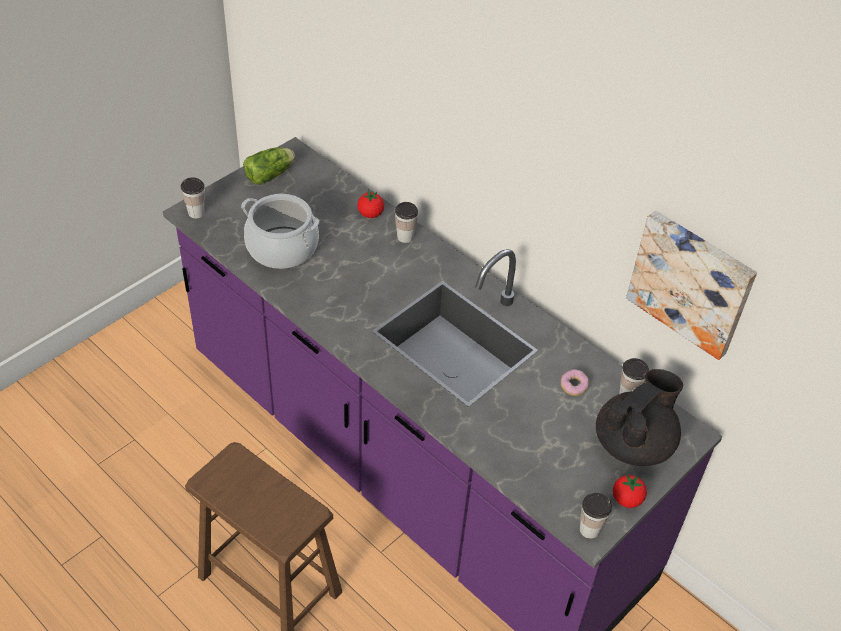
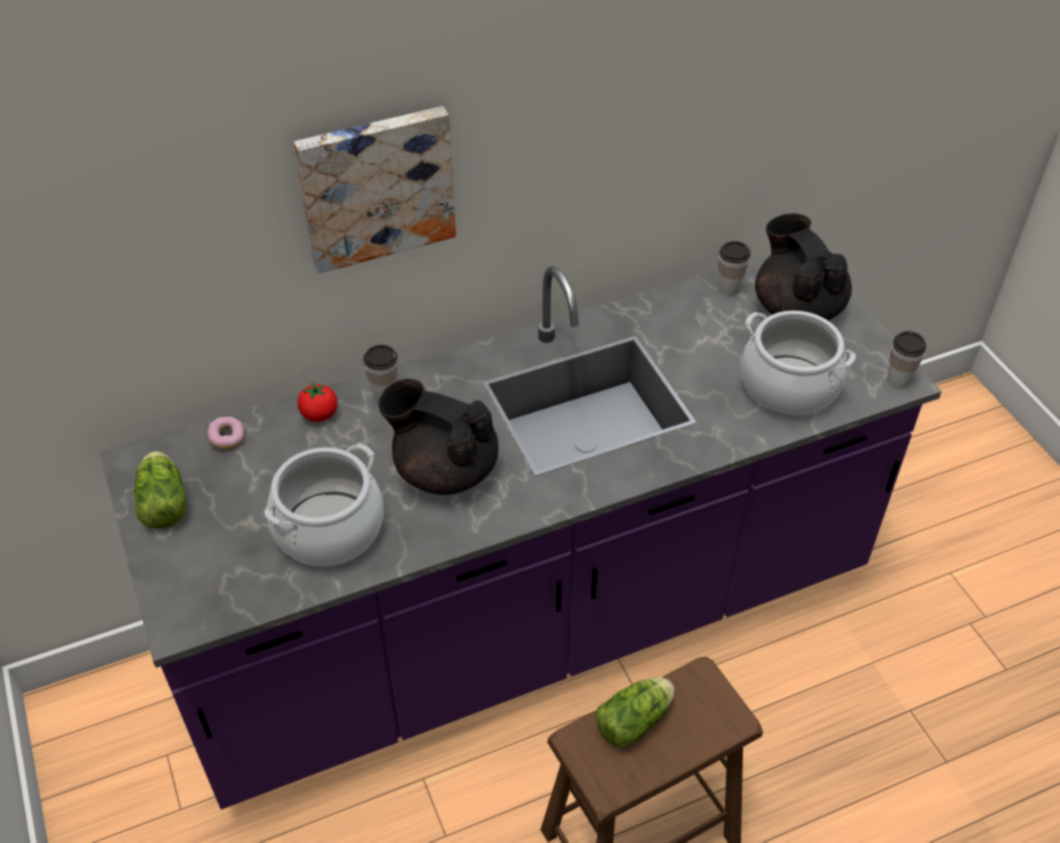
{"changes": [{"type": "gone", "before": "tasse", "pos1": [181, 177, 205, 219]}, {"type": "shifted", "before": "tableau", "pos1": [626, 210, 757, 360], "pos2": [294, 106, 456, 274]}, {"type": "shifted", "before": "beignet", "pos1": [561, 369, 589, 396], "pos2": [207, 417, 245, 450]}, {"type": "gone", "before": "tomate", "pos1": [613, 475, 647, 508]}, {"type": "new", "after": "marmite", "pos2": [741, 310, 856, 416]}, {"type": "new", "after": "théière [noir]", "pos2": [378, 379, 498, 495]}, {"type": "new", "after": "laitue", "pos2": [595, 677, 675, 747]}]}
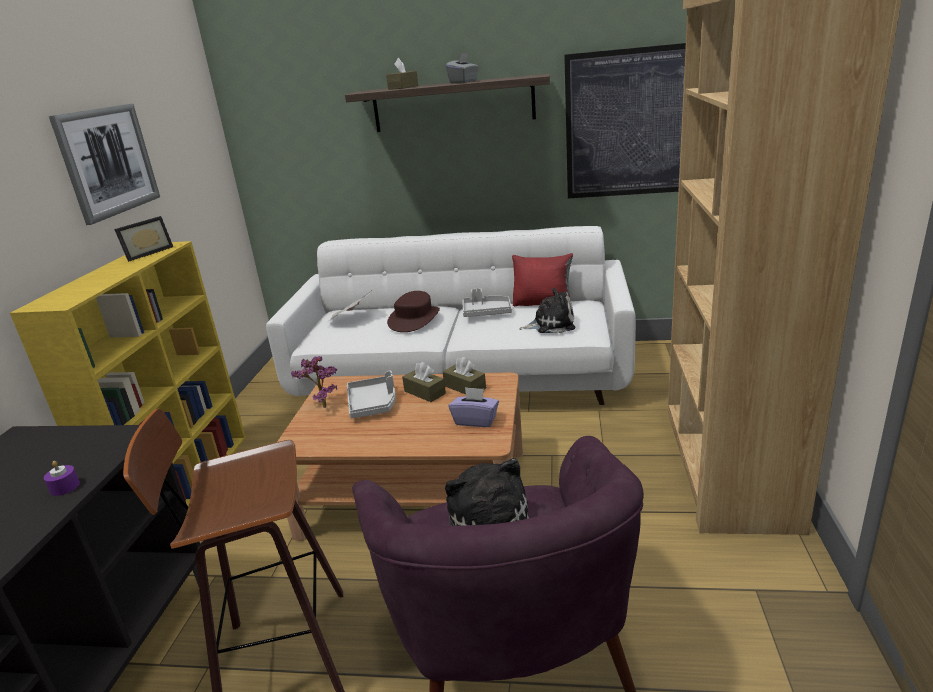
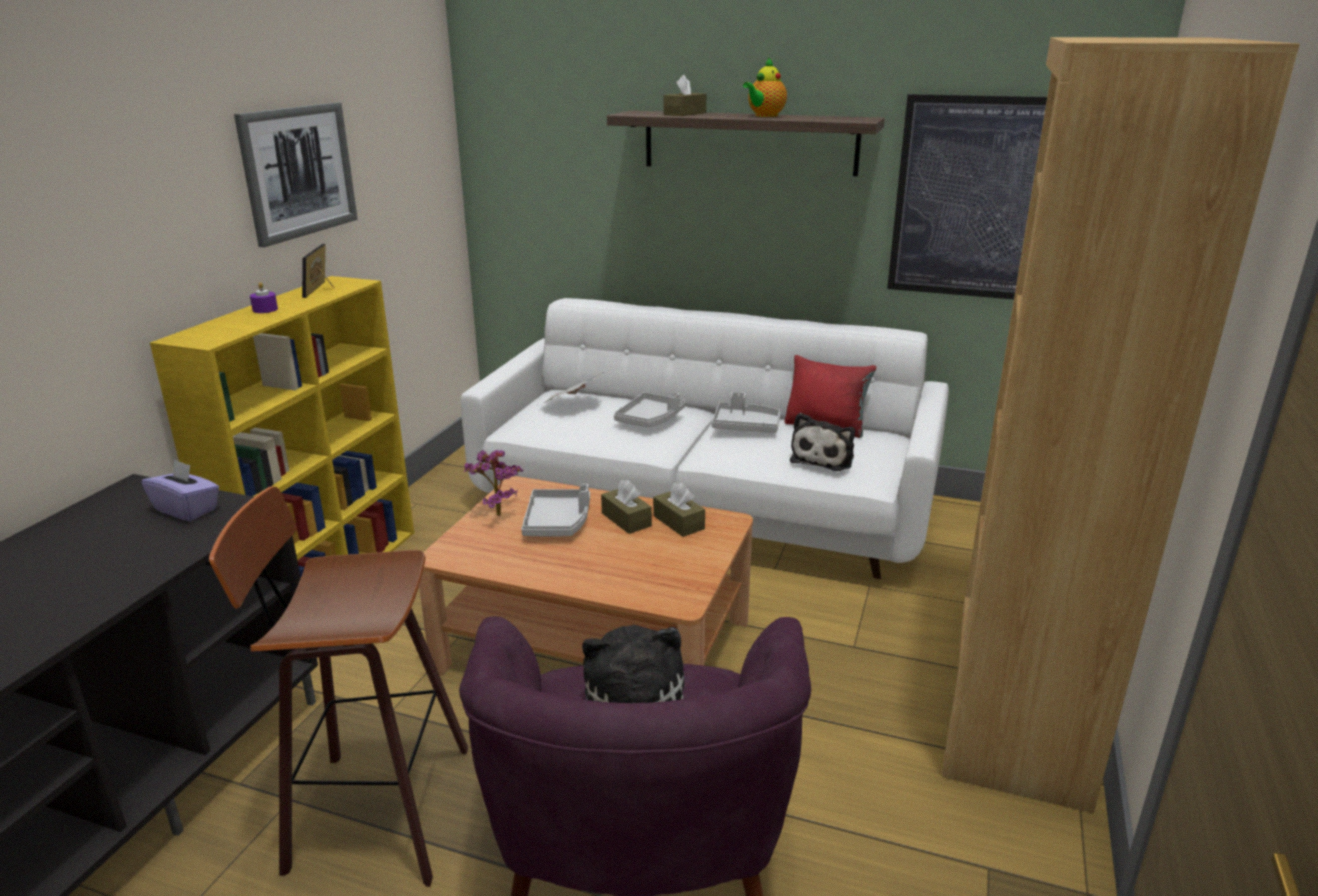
{"changes": [{"type": "swapped", "before": "boîte à mouchoirs [gris]", "after": "théière", "pos1": [445, 53, 479, 83], "pos2": [743, 57, 787, 117]}, {"type": "rotated", "before": "cadre photo", "pos1": [114, 216, 173, 262], "pos2": [302, 244, 334, 298], "turn": 135}, {"type": "rotated", "before": "peluche", "pos1": [519, 288, 575, 333], "pos2": [790, 413, 855, 471], "turn": 105}, {"type": "swapped", "before": "chapeau [marron]", "after": "plateau [gris]", "pos1": [387, 291, 440, 332], "pos2": [614, 392, 685, 427]}, {"type": "shifted", "before": "boîte à mouchoirs [violet]", "pos1": [449, 387, 499, 427], "pos2": [142, 459, 219, 521]}, {"type": "shifted", "before": "bougie [violet]", "pos1": [44, 461, 80, 496], "pos2": [250, 282, 278, 313]}]}
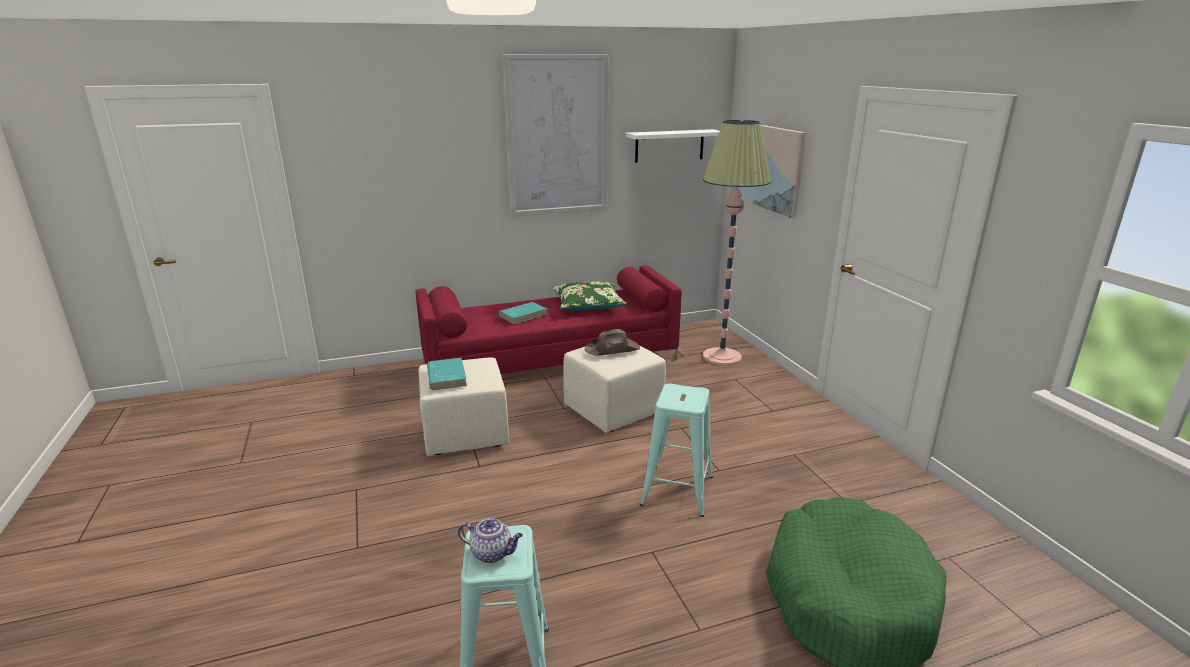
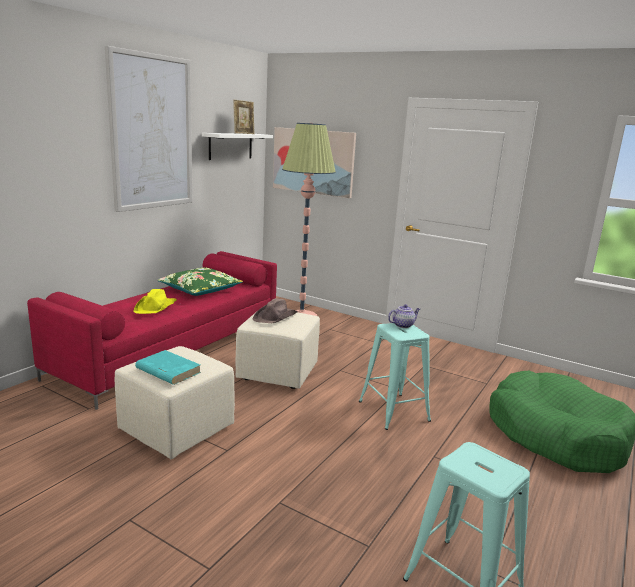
{"changes": [{"type": "swapped", "before": "livre [turquoise]", "after": "chapeau [jaune]", "pos1": [498, 302, 548, 324], "pos2": [134, 289, 177, 314]}, {"type": "shifted", "before": "théière", "pos1": [458, 518, 523, 563], "pos2": [388, 304, 420, 328]}, {"type": "new", "after": "cadre photo", "pos2": [233, 100, 254, 134]}]}
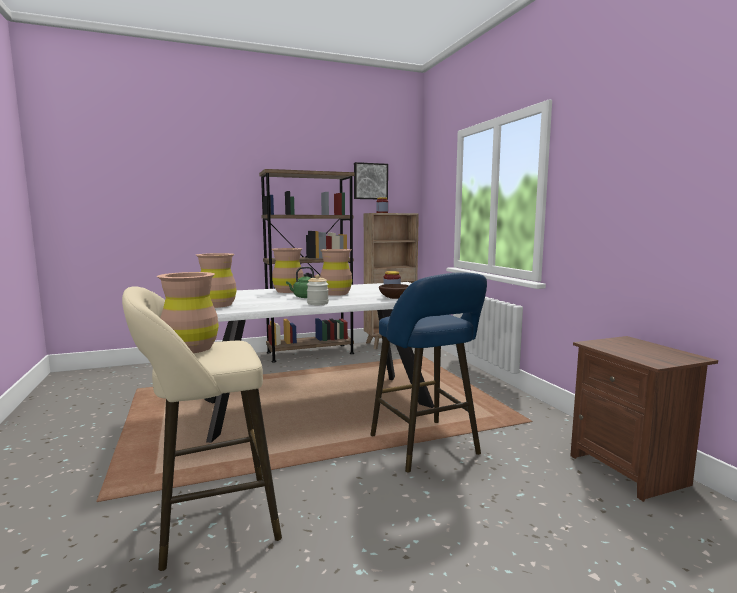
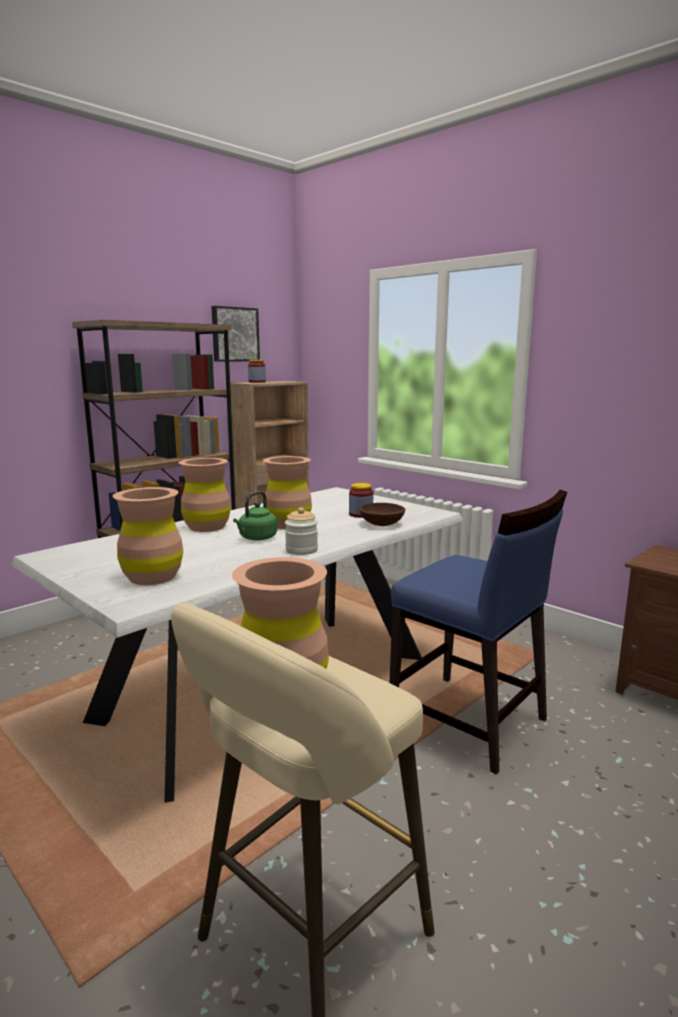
{"changes": [{"type": "swapped", "before": "tabouret [bleu]", "after": "chaise [bleu]", "pos1": [370, 272, 487, 473], "pos2": [390, 490, 567, 775]}]}
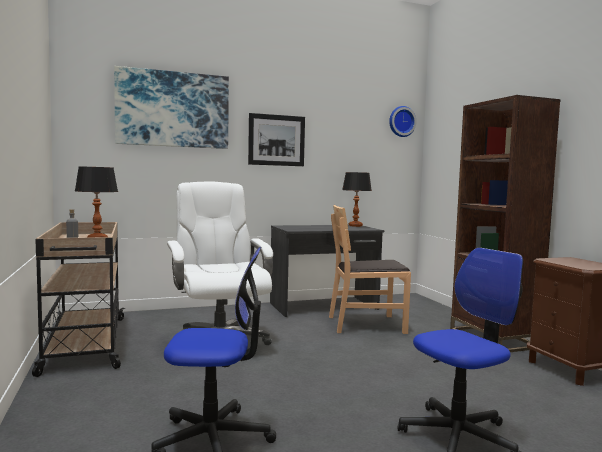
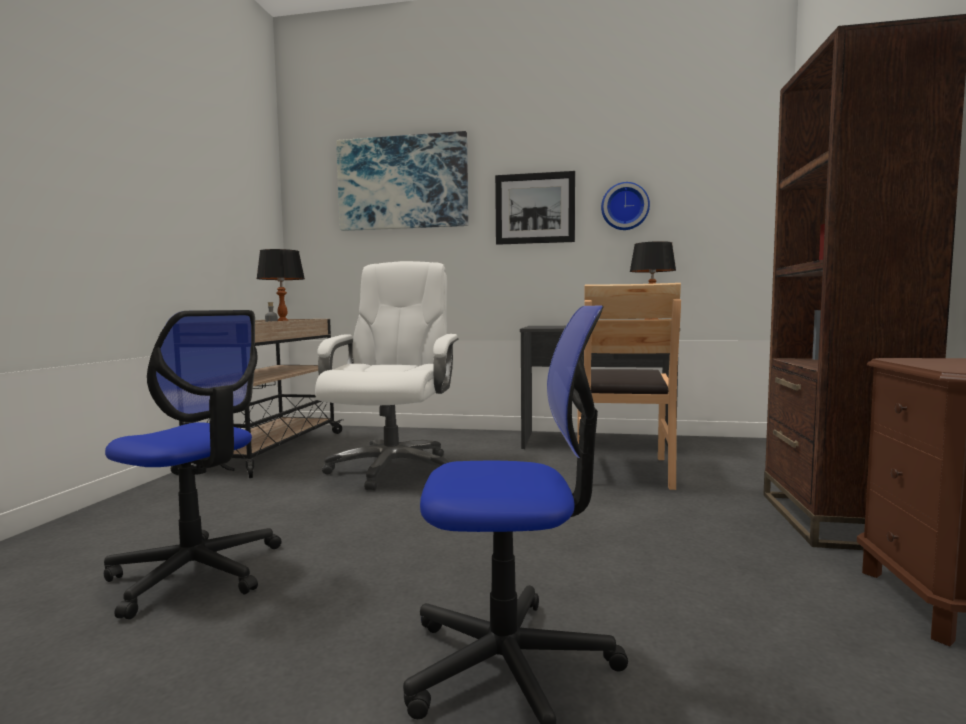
{"changes": [{"type": "shifted", "before": "horloge murale", "pos1": [389, 106, 417, 137], "pos2": [601, 182, 650, 230]}, {"type": "rotated", "before": "chaise [marron]", "pos1": [329, 205, 411, 334], "pos2": [577, 283, 681, 490], "turn": -105}]}
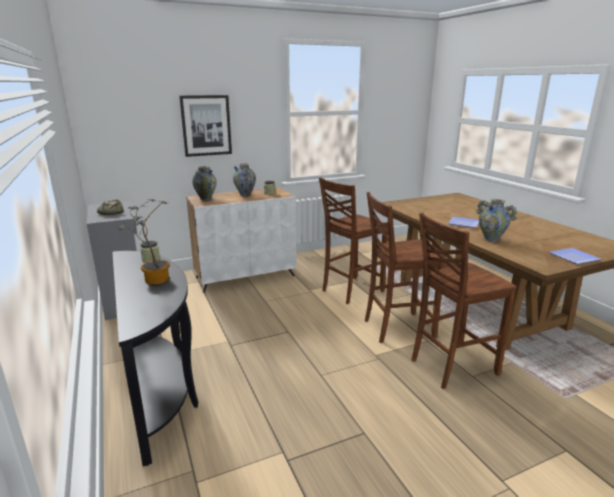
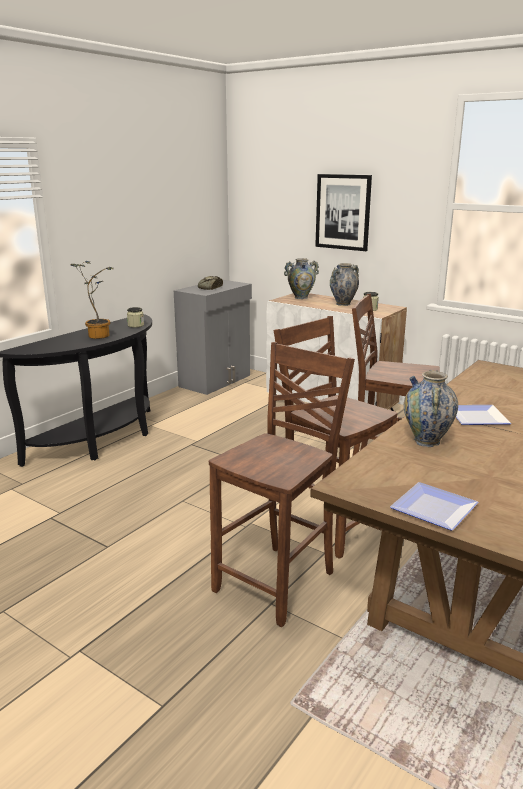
{"changes": [{"type": "rotated", "before": "chaise [marron]", "pos1": [412, 213, 517, 389], "pos2": [209, 342, 355, 627], "turn": 90}]}
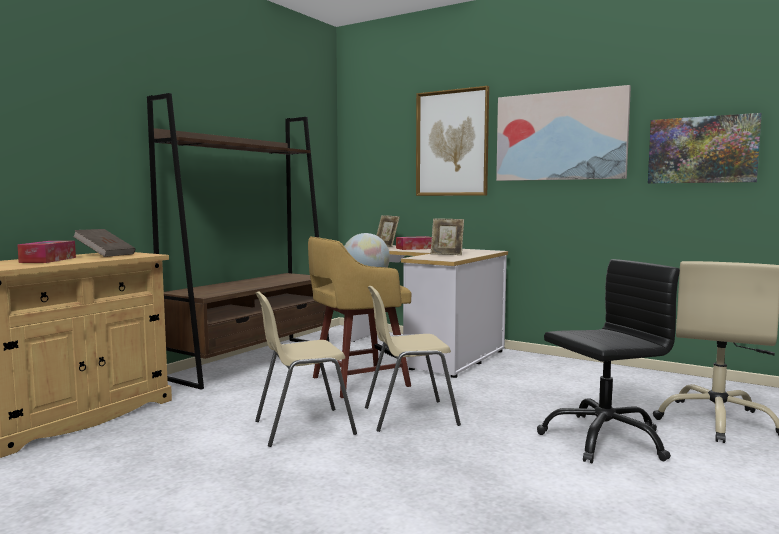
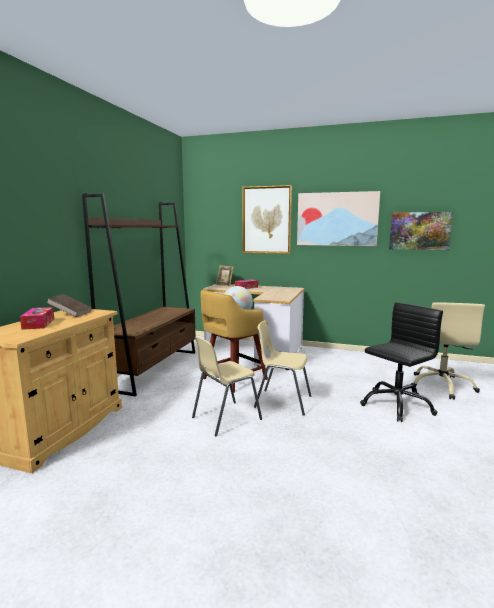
{"changes": [{"type": "gone", "before": "cadre photo", "pos1": [431, 218, 464, 255]}, {"type": "rotated", "before": "chaise [beige]", "pos1": [365, 286, 461, 432], "pos2": [254, 321, 311, 416], "turn": 45}]}
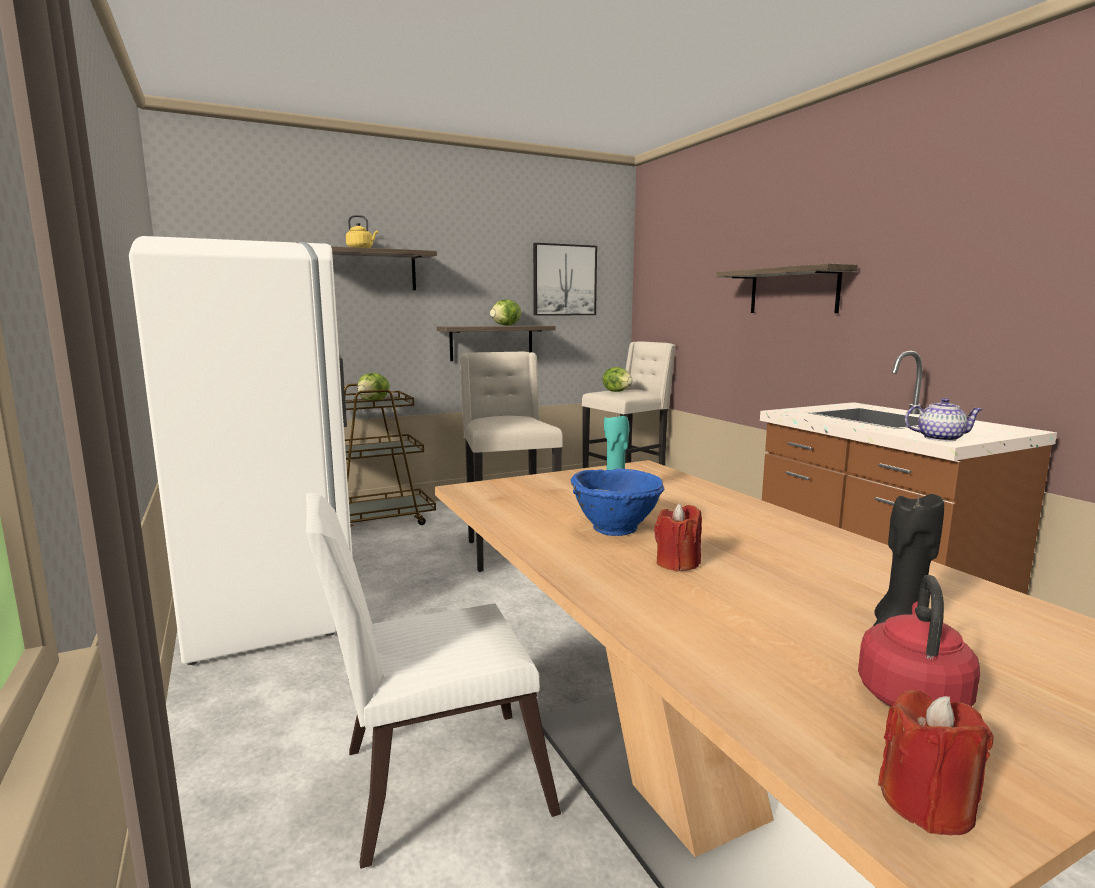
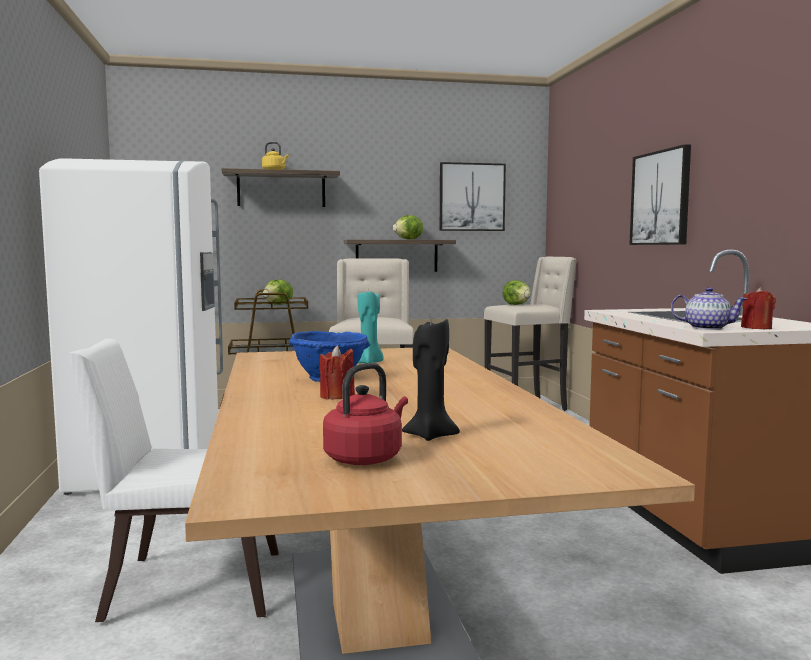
{"changes": [{"type": "swapped", "before": "étagère", "after": "tableau", "pos1": [716, 263, 858, 313], "pos2": [629, 144, 691, 245]}, {"type": "shifted", "before": "bougie [rouge]", "pos1": [878, 690, 994, 835], "pos2": [741, 287, 776, 329]}]}
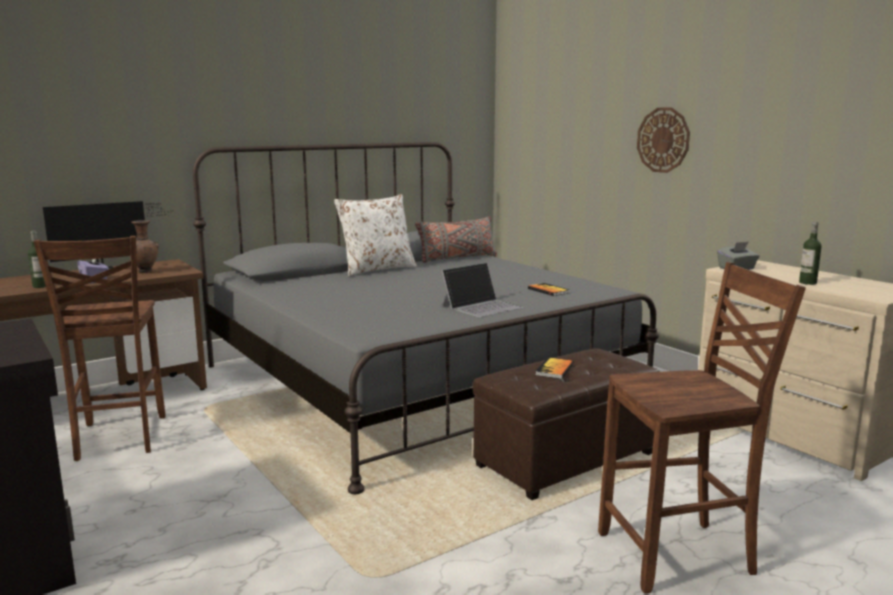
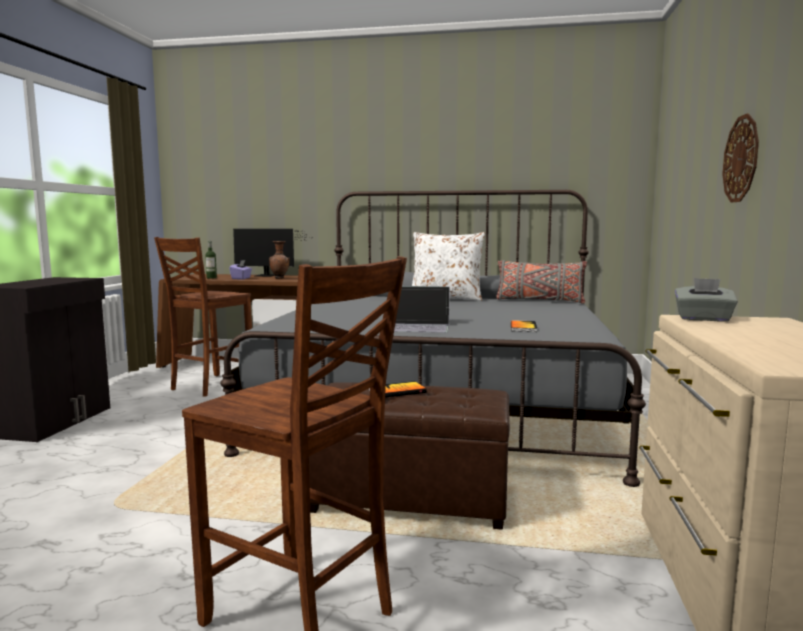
{"changes": [{"type": "gone", "before": "bouteille", "pos1": [799, 221, 822, 285]}]}
